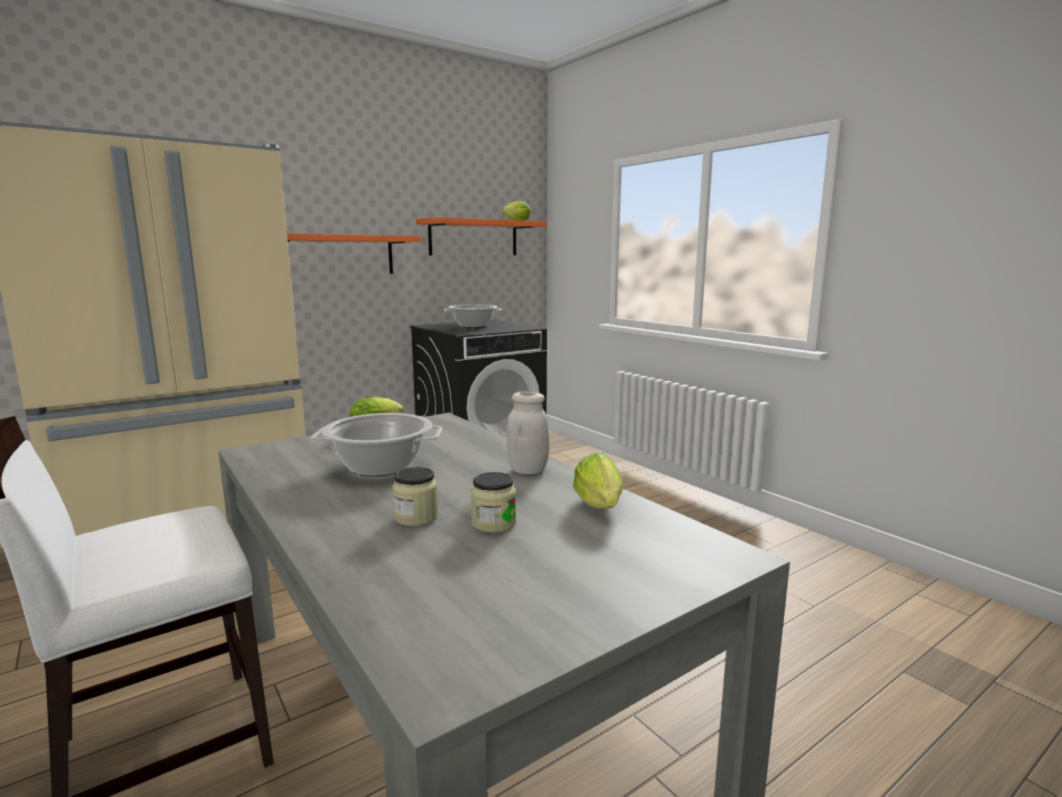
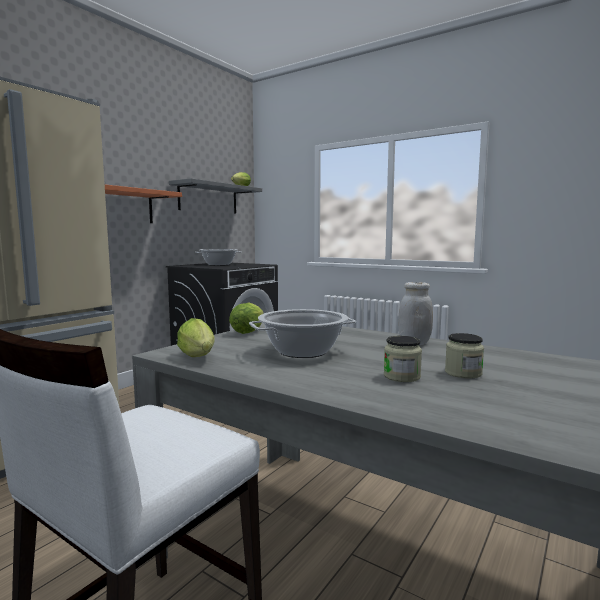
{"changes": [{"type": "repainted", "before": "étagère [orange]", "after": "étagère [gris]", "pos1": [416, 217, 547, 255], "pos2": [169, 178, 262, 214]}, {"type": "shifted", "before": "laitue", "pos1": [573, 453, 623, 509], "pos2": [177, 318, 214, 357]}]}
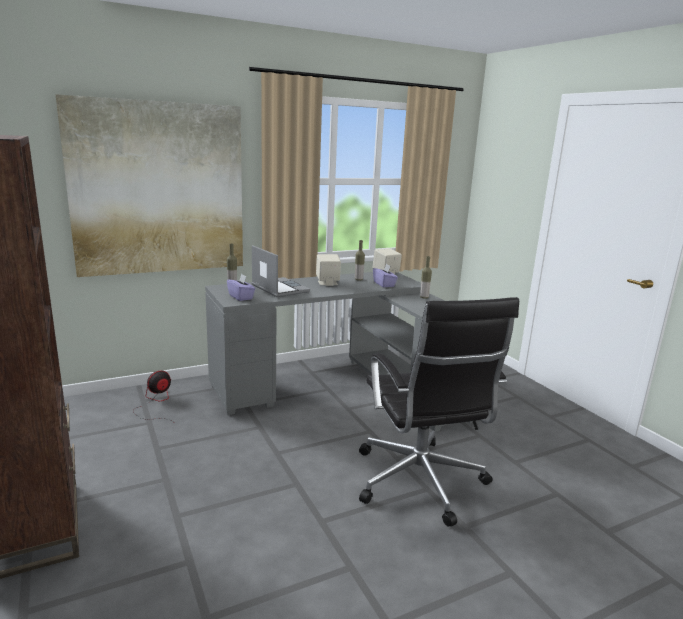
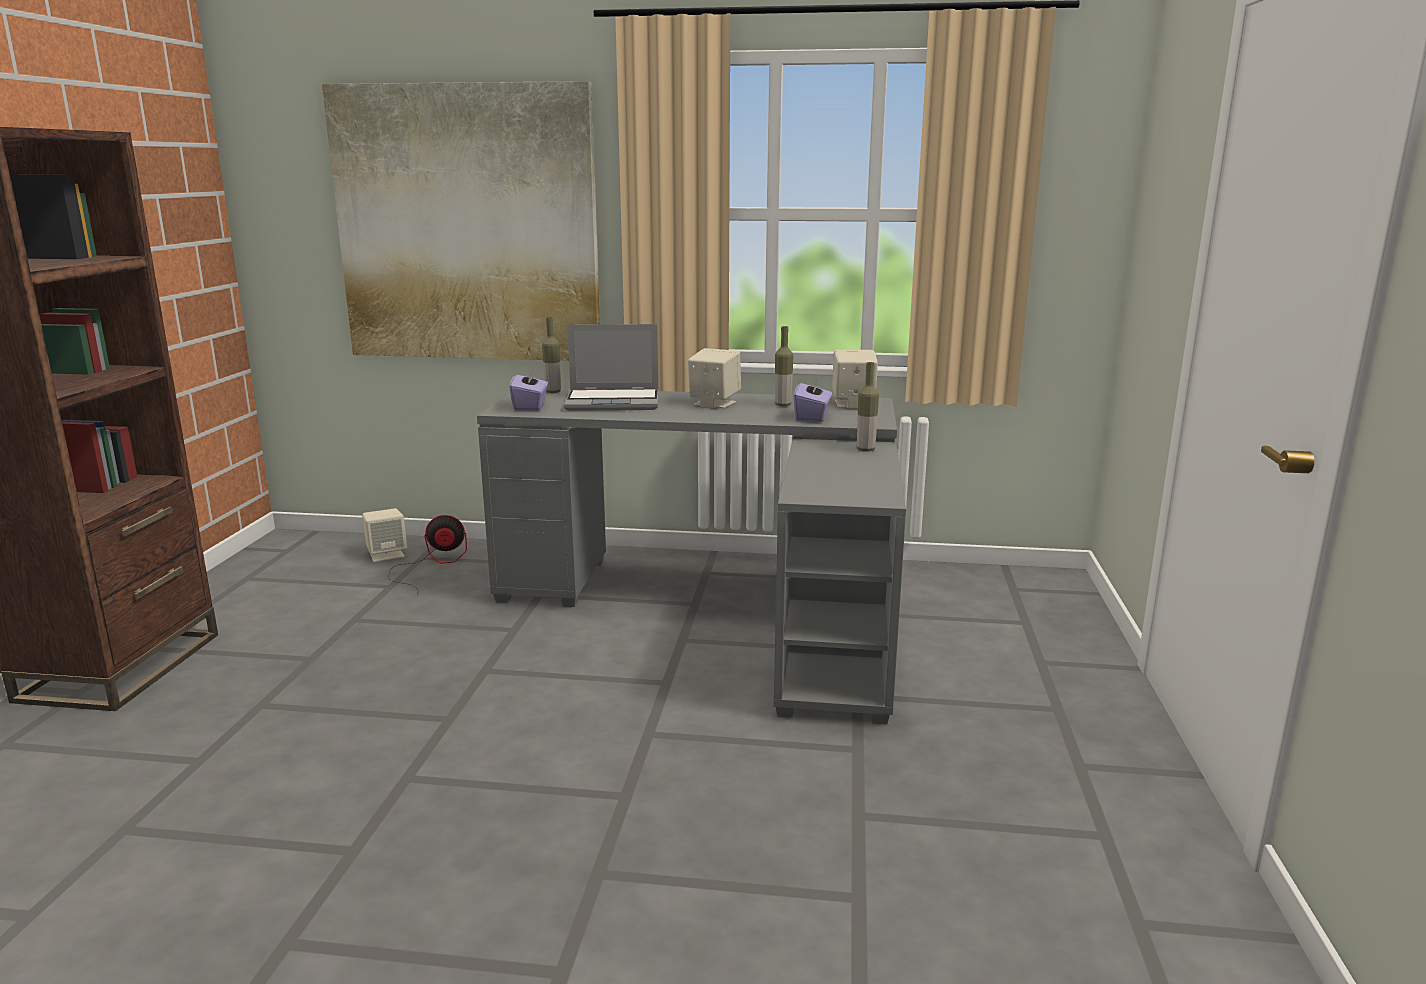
{"changes": [{"type": "rotated", "before": "ordinateur portable", "pos1": [252, 245, 310, 297], "pos2": [564, 324, 658, 411], "turn": 90}, {"type": "gone", "before": "chaise de bureau [noir]", "pos1": [359, 297, 519, 527]}, {"type": "new", "after": "enceinte [beige]", "pos2": [362, 508, 407, 562]}]}
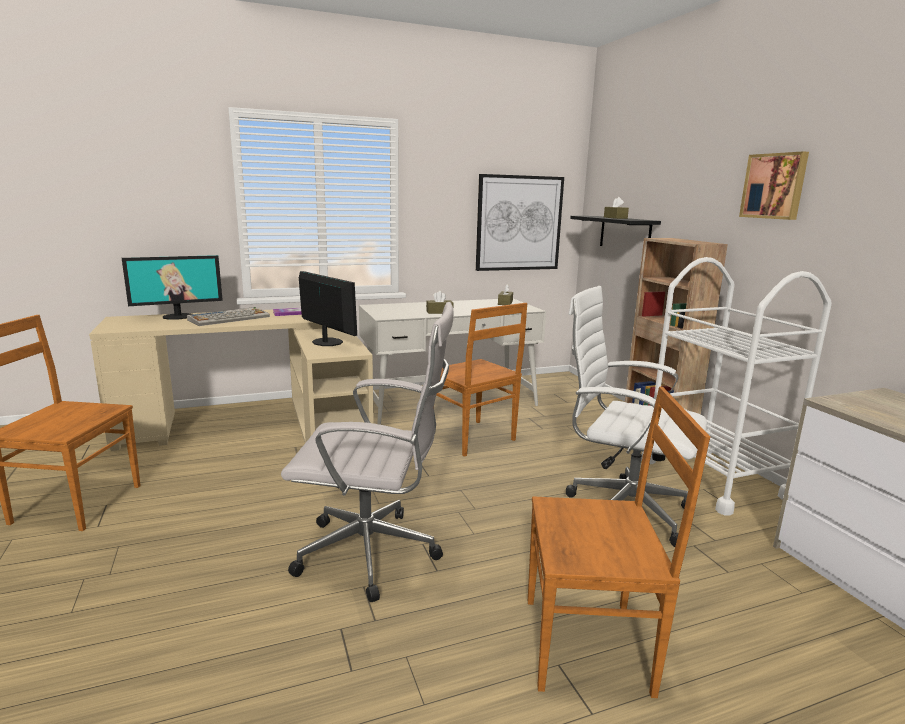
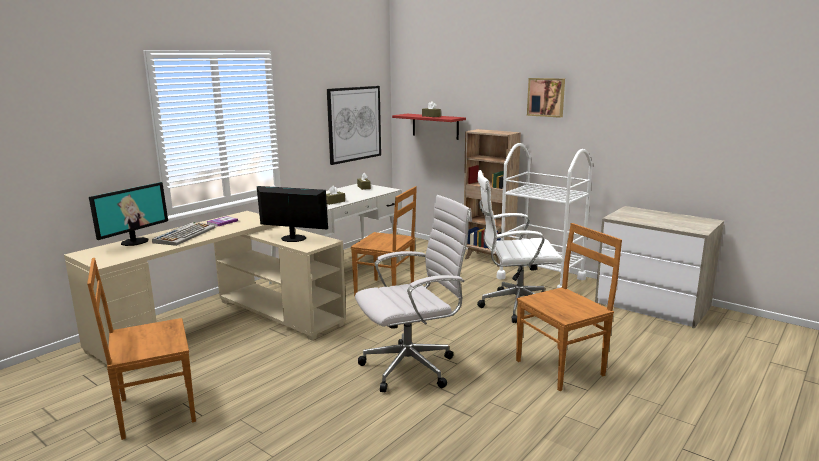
{"changes": [{"type": "repainted", "before": "étagère [noir]", "after": "étagère [rouge]", "pos1": [570, 216, 661, 246], "pos2": [392, 114, 466, 140]}]}
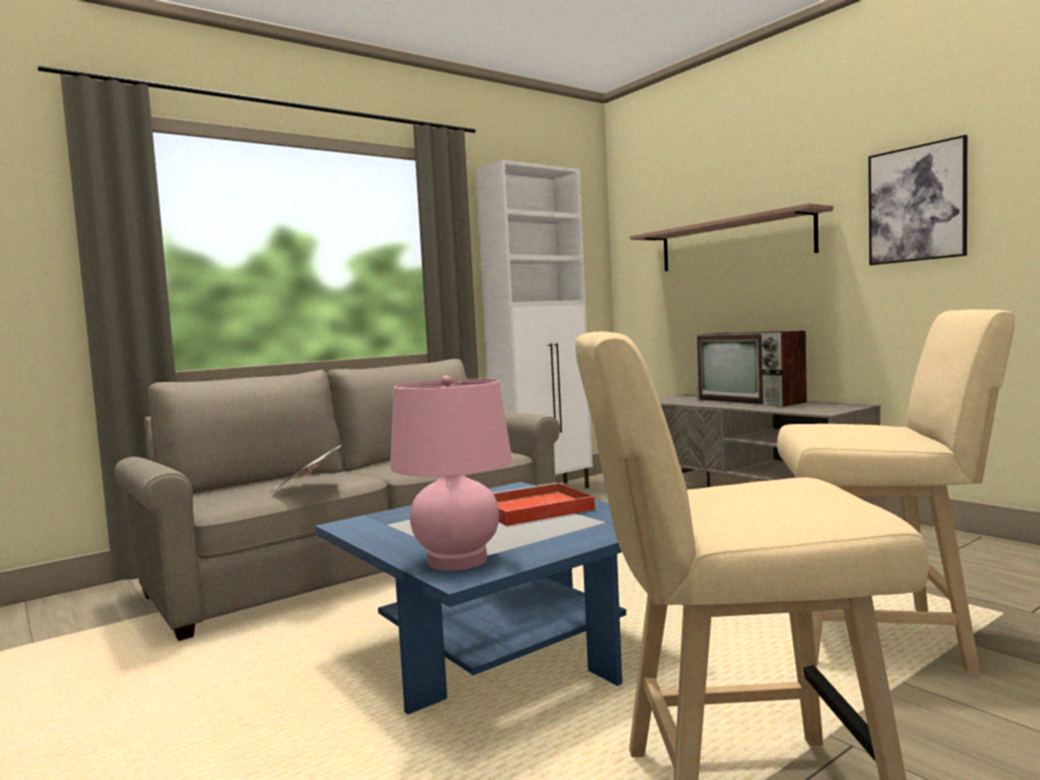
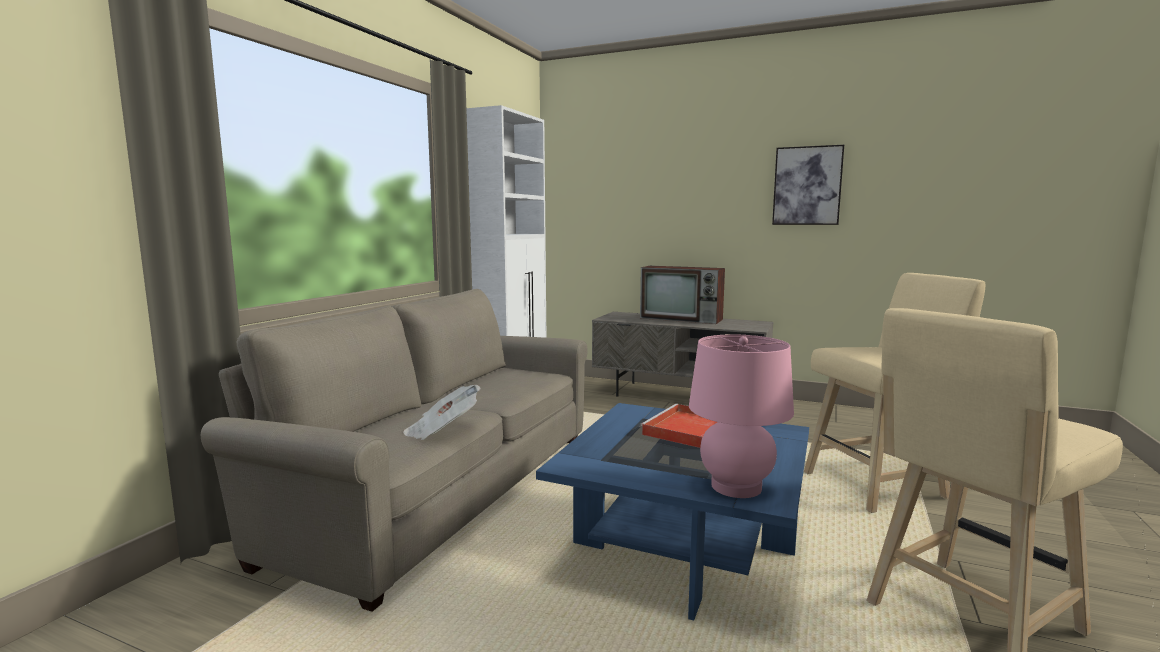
{"changes": [{"type": "gone", "before": "étagère", "pos1": [630, 203, 833, 271]}]}
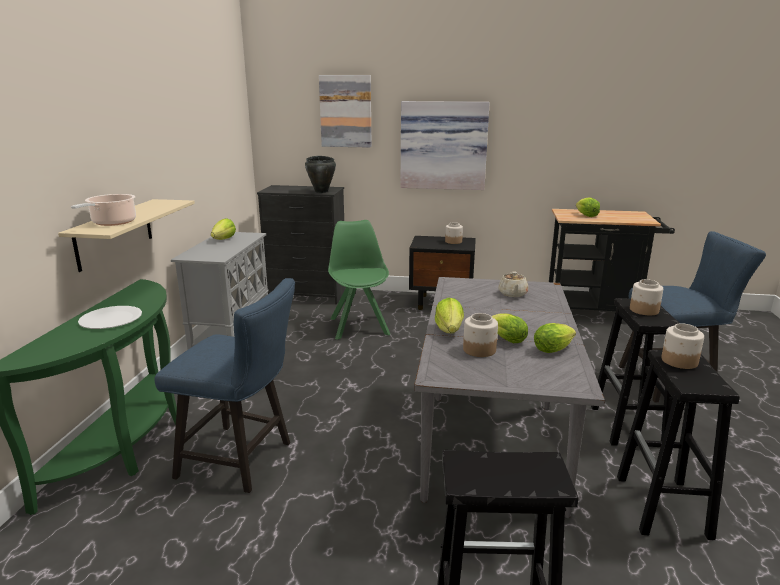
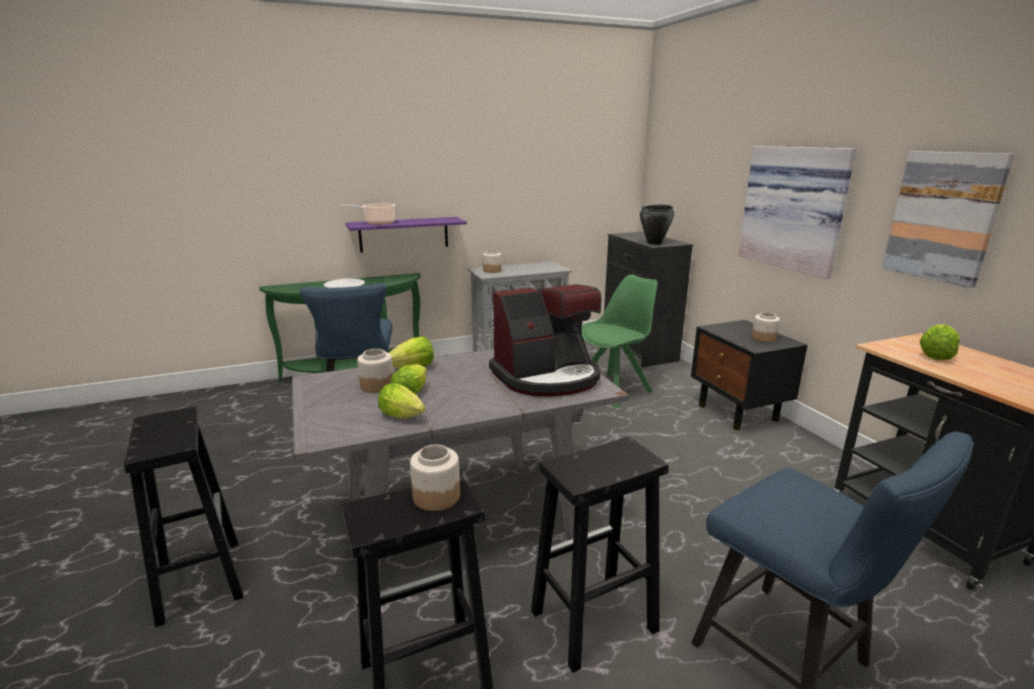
{"changes": [{"type": "shifted", "before": "tableau", "pos1": [319, 75, 372, 148], "pos2": [882, 151, 1014, 288]}, {"type": "repainted", "before": "étagère [beige]", "after": "étagère [violet]", "pos1": [58, 199, 195, 272], "pos2": [345, 217, 467, 253]}, {"type": "gone", "before": "laitue", "pos1": [211, 218, 236, 240]}, {"type": "swapped", "before": "théière [beige]", "after": "machine à café", "pos1": [498, 272, 528, 297], "pos2": [489, 284, 601, 397]}, {"type": "shifted", "before": "bocal", "pos1": [630, 279, 663, 315], "pos2": [483, 250, 502, 273]}]}
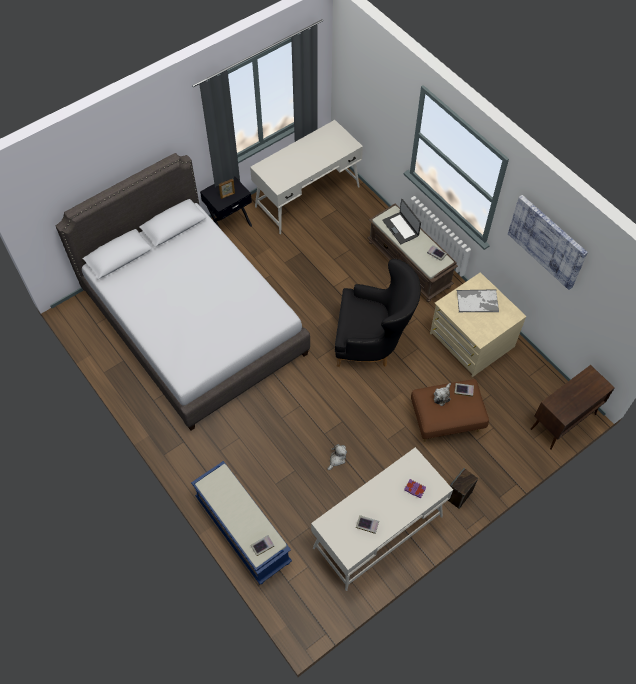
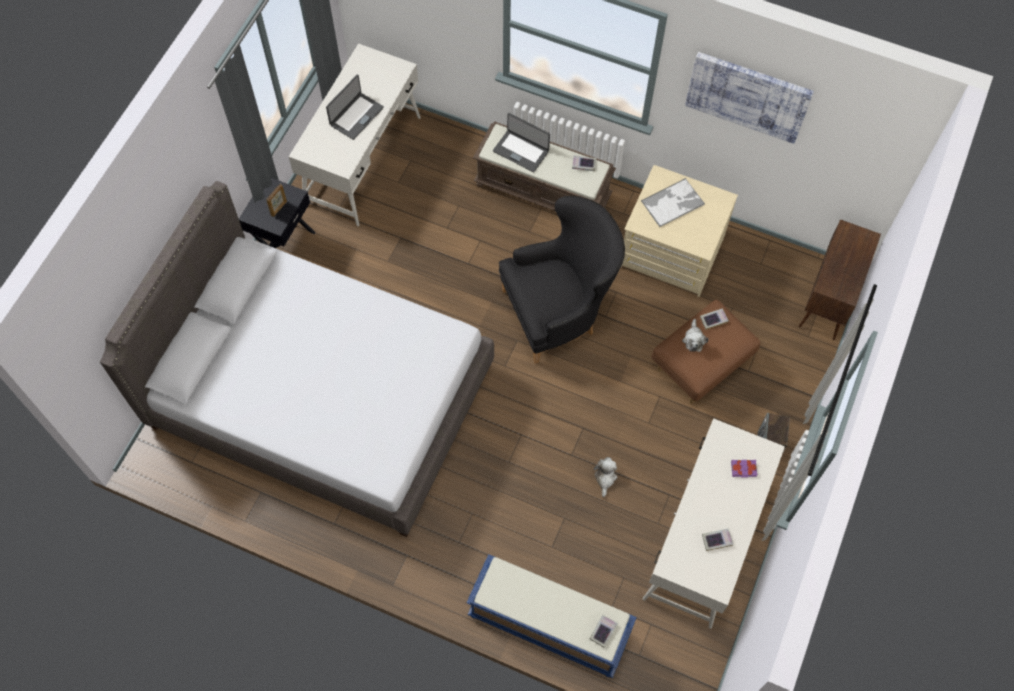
{"changes": [{"type": "new", "after": "ordinateur portable", "pos2": [326, 74, 384, 140]}]}
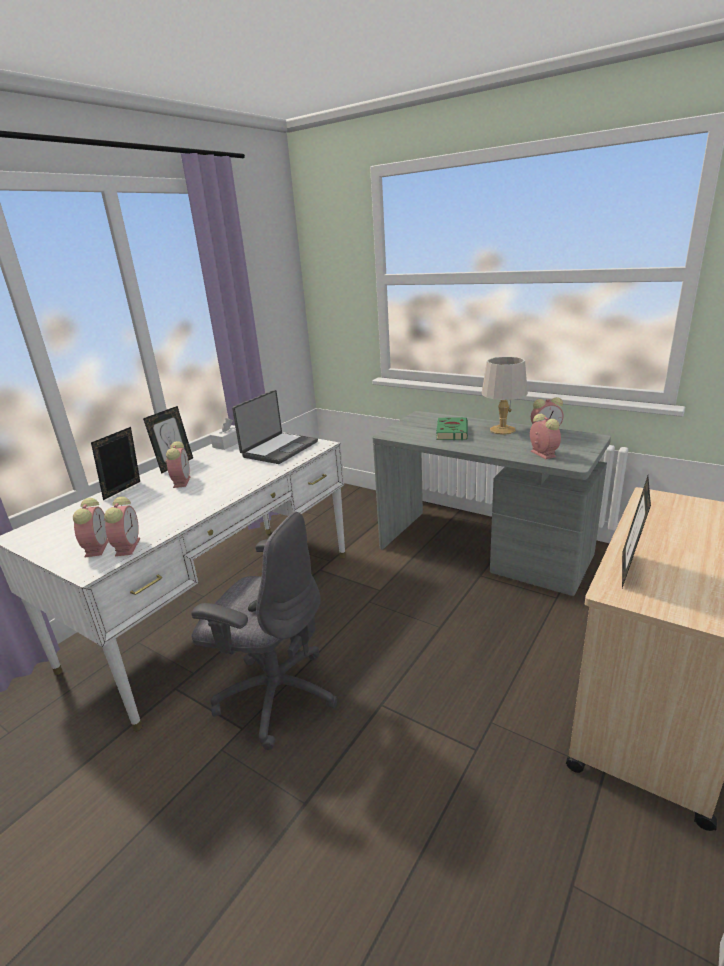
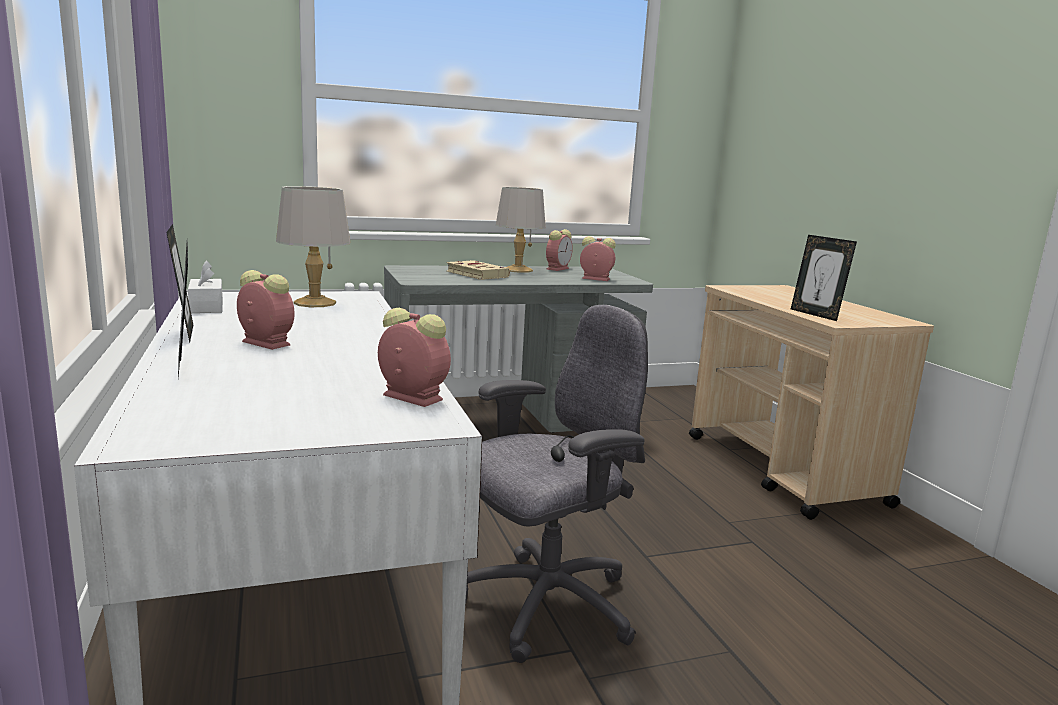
{"changes": [{"type": "swapped", "before": "ordinateur portable", "after": "lampe de table [gris]", "pos1": [232, 390, 318, 464], "pos2": [276, 186, 350, 307]}, {"type": "repainted", "before": "livre [vert]", "after": "livre [beige]", "pos1": [436, 417, 468, 440], "pos2": [447, 260, 510, 280]}, {"type": "gone", "before": "réveil", "pos1": [73, 498, 109, 557]}]}
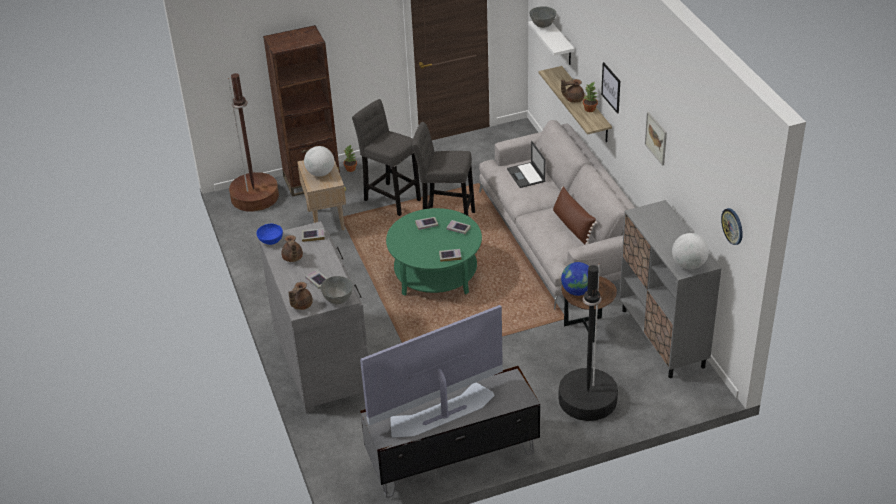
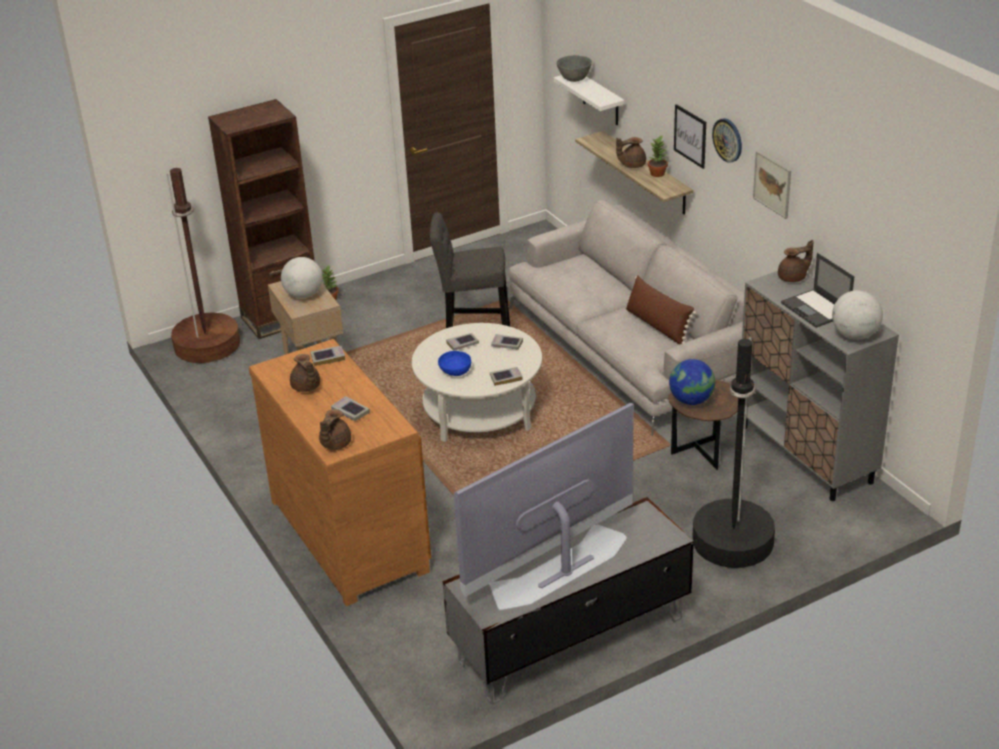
{"changes": [{"type": "gone", "before": "tabouret [gris]", "pos1": [352, 99, 421, 216]}, {"type": "shifted", "before": "ordinateur portable", "pos1": [507, 140, 546, 188], "pos2": [781, 253, 854, 328]}, {"type": "repainted", "before": "table basse [vert]", "after": "table basse [blanc]", "pos1": [386, 208, 482, 296], "pos2": [412, 323, 542, 442]}, {"type": "shifted", "before": "horloge murale", "pos1": [721, 208, 743, 245], "pos2": [712, 118, 742, 163]}, {"type": "repainted", "before": "commode [gris]", "after": "commode [marron]", "pos1": [258, 221, 368, 413], "pos2": [249, 339, 431, 606]}, {"type": "shifted", "before": "bol [bleu]", "pos1": [256, 224, 283, 245], "pos2": [438, 351, 471, 376]}, {"type": "gone", "before": "bol [gris]", "pos1": [320, 276, 353, 304]}, {"type": "new", "after": "théière [marron]", "pos2": [778, 240, 813, 282]}]}
